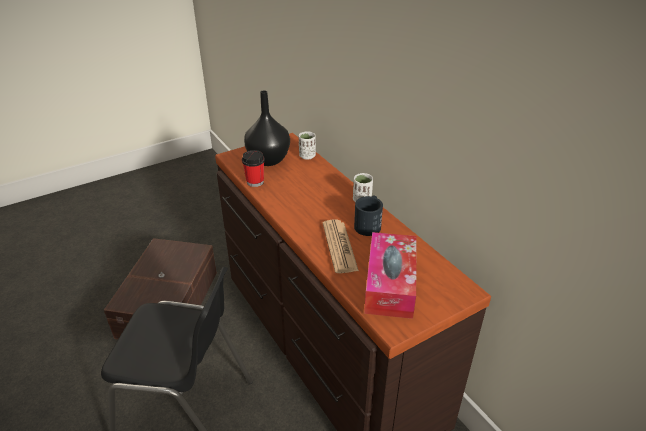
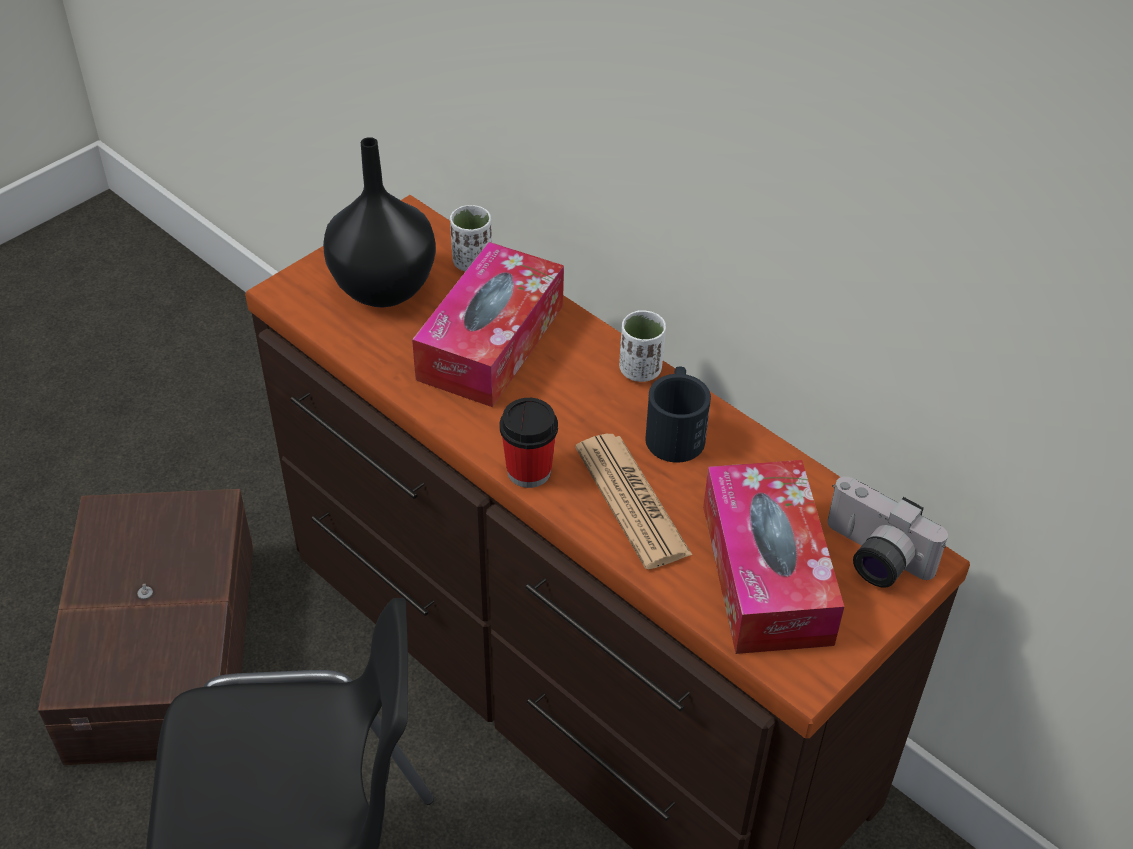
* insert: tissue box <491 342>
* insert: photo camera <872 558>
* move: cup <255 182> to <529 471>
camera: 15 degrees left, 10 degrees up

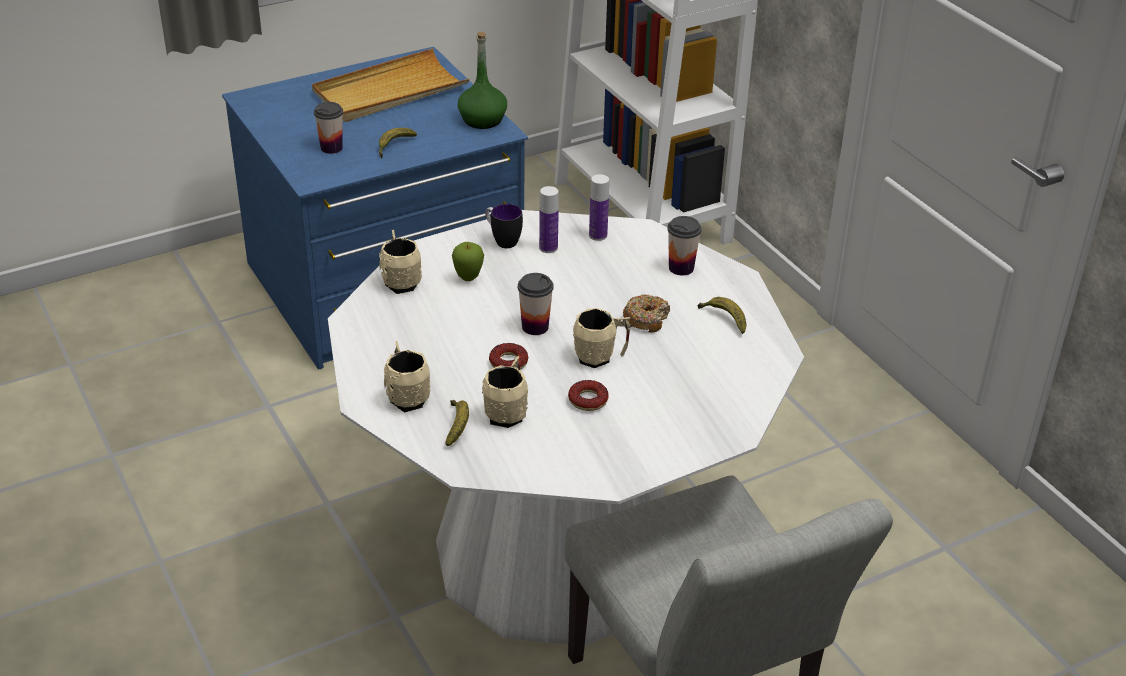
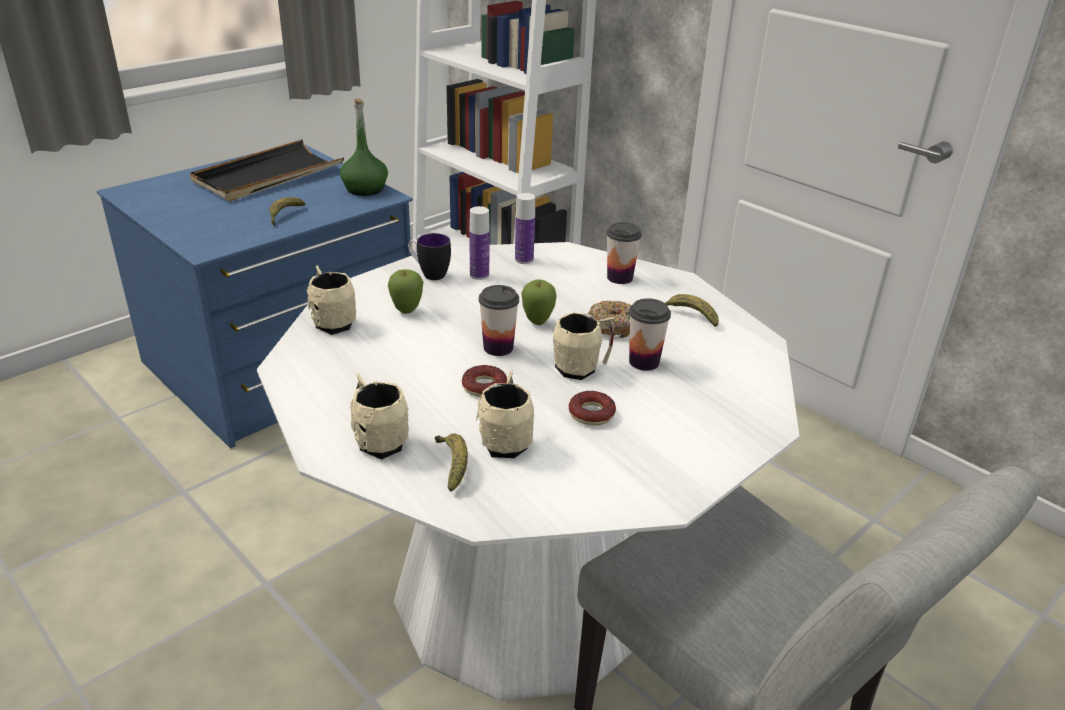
* insert: apple <537 322>
* move: cup <331 148> to <644 362>
* recolor: tray (beige) <389 91> to tray (black) <268 176>
camera: 15 degrees left, 5 degrees down

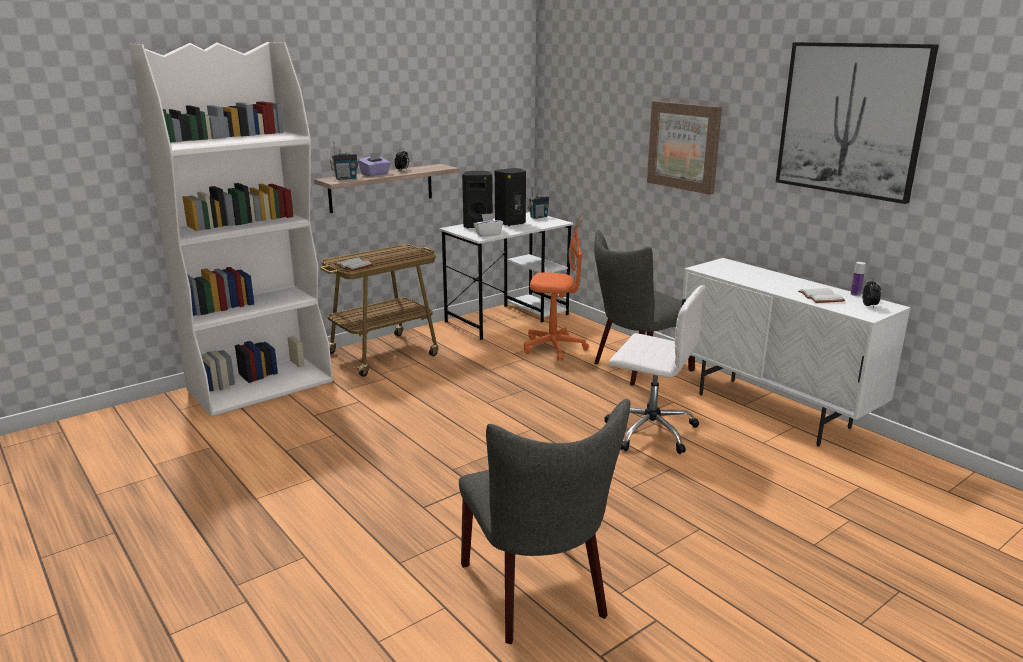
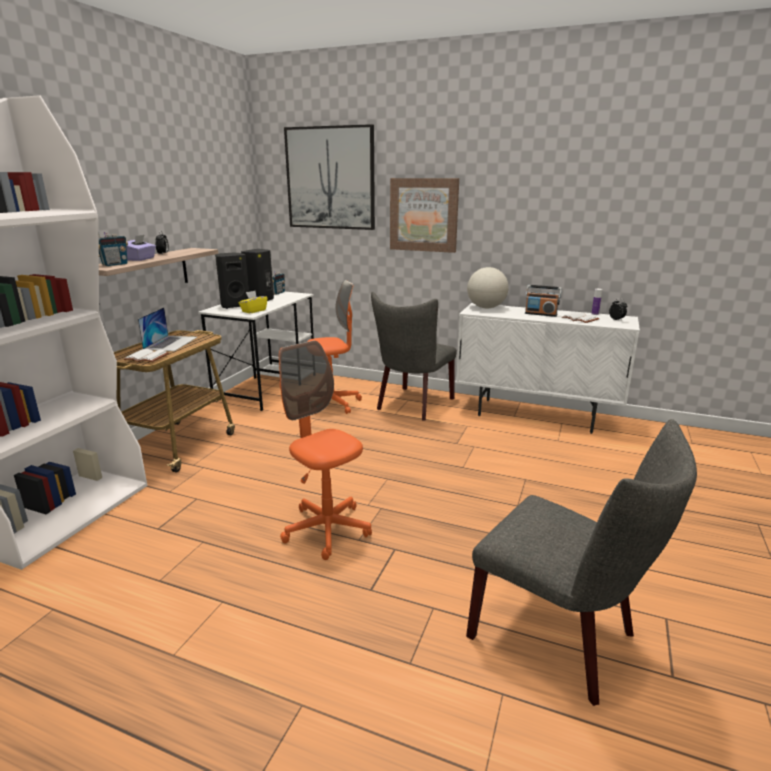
* delete: office chair (white) <649 431>
* insert: laptop <171 343>
* insert: office chair (orange) <326 530>
* insert: globe <486 307>
* insert: radio <541 314>
* move: picture <851 119> to <330 178>
* recolor: tissue box (white) <488 234> to tissue box (yellow) <253 311>
camera: 30 degrees left, 0 degrees up

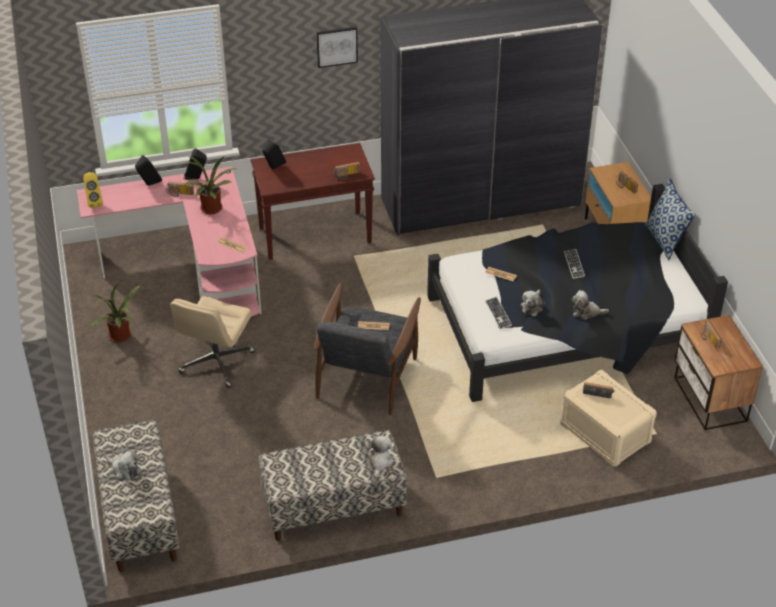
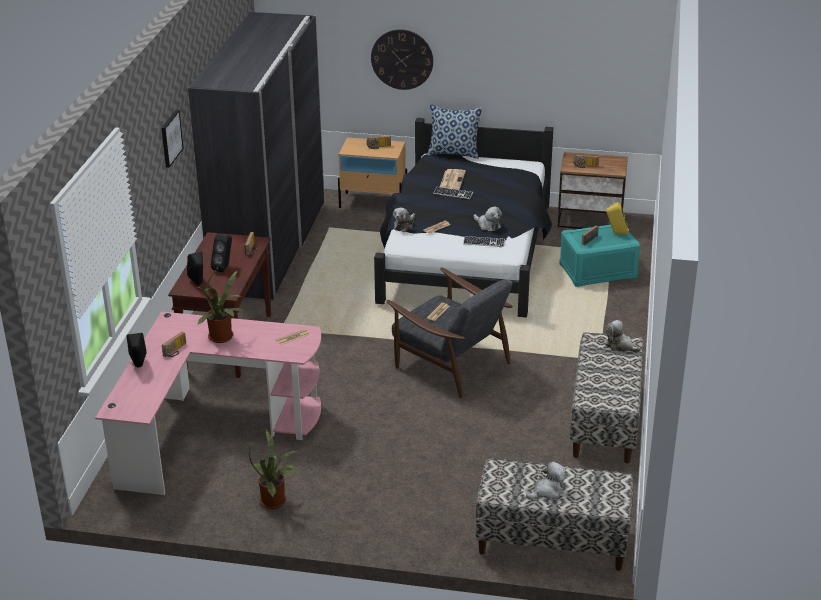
* delete: office chair (beige) <216 363>
* insert: wall clock <402 59>
* insert: newspaper <452 180>
* move: speaker (yellow) <94 202> to <616 233>
* move: speaker (black) <196 178> to <224 268>
* move: plush toy <586 312> to <404 225>
* recolor: storage box (beige) <604 433> to storage box (turquoise) <597 272>
camera: 65 degrees left, 10 degrees down

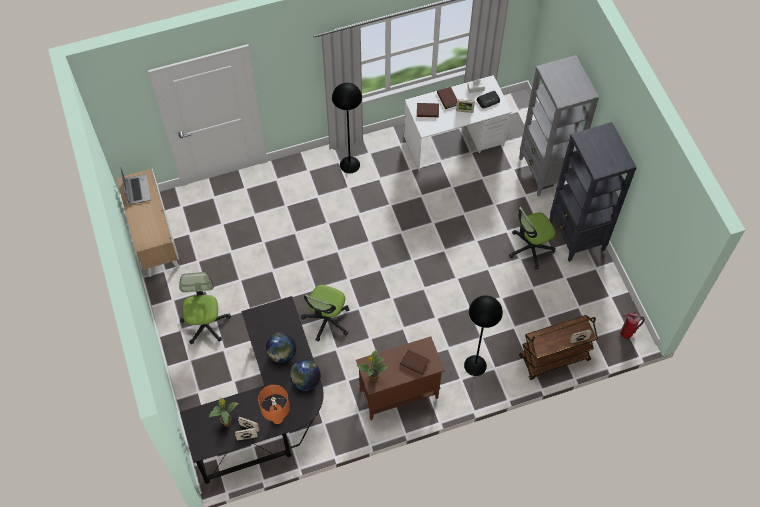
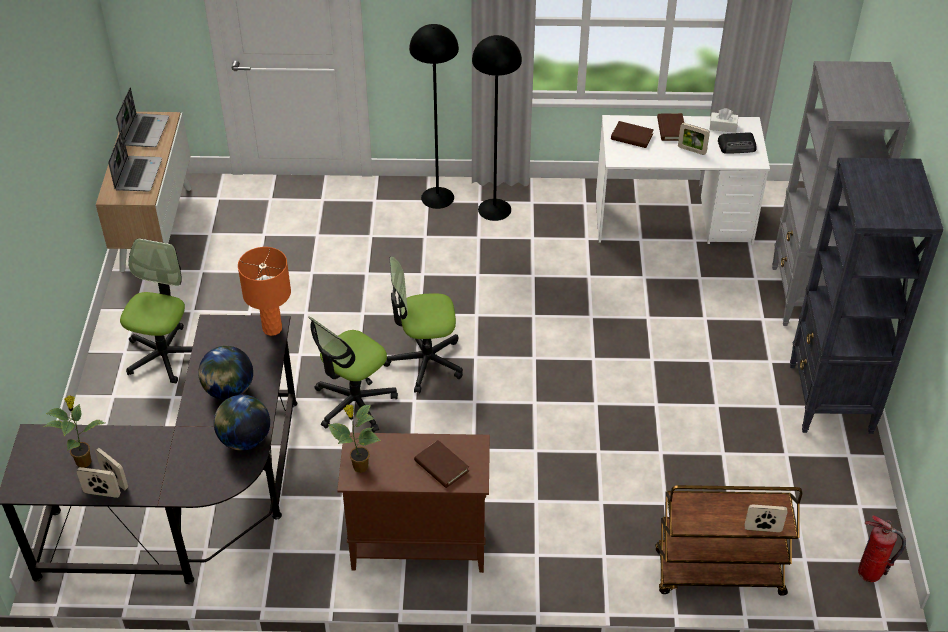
* insert: laptop <138 174>
* move: table lamp (orange) <277 418> to <272 328>
* move: floor lamp (black) <475 365> to <438 197>
* move: office chair <530 248> to <425 361>
camera: 20 degrees right, 15 degrees down

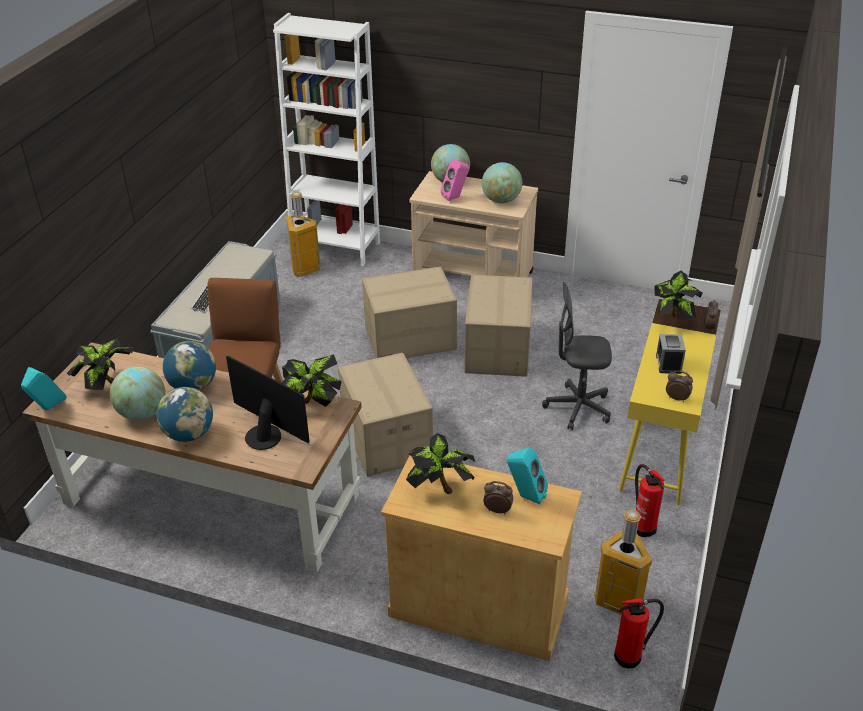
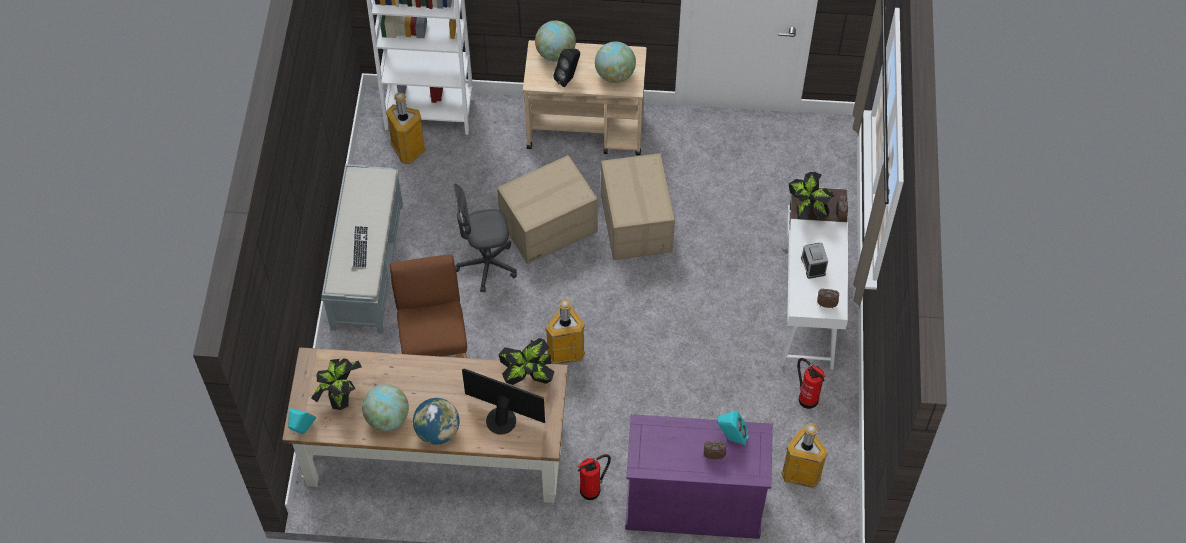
* delete: globe <193 386>
* delete: potted plant <440 488>
* move: office chair (grey) <578 408> to <486 265>
* move: fire extinguisher <630 656> to <592 489>
* replace: cardboard box <385 438> to trash can <565 353>
* recolor: cabinet (beige) <479 606> to cabinet (purple) <693 504>
* recolor: speaker (pink) <455 197> to speaker (black) <568 78>
* recolor: desk (yellow) <661 444> to desk (white) <807 307>
camera: 15 degrees left, 20 degrees up

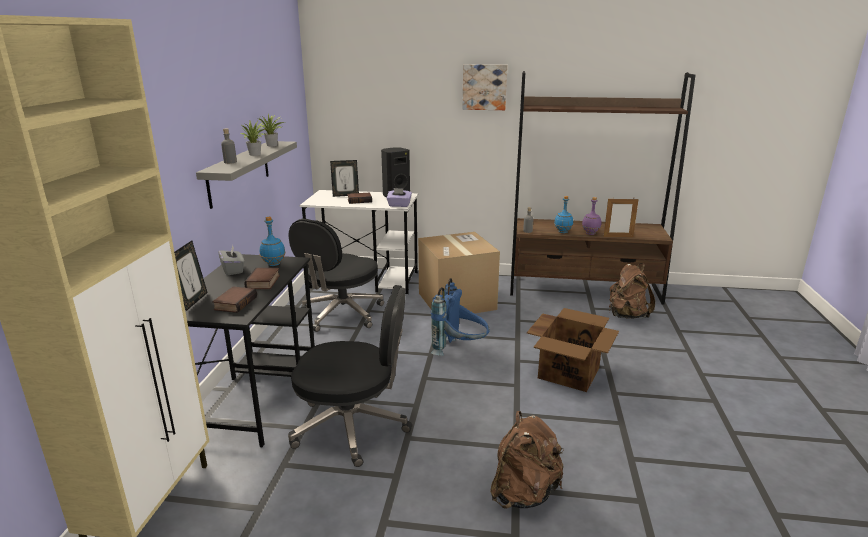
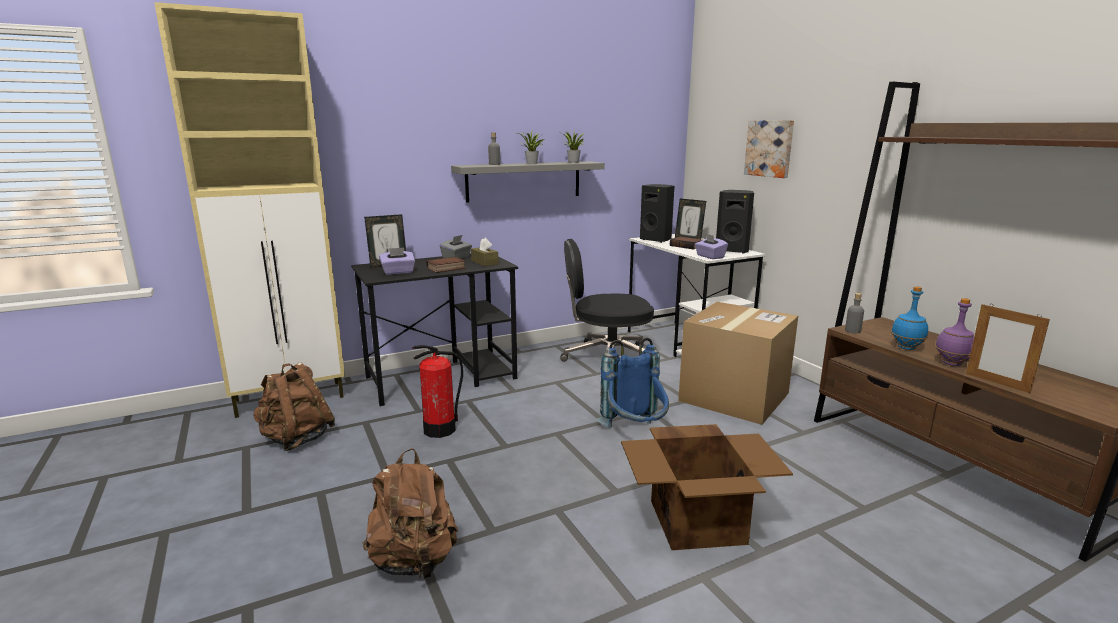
* insert: speaker (black) <656 240>
* move: picture <484 87> to <770 148>
* move: backpack (brown) <627 315> to <296 439>
* replace: book <235 303> to tissue box (purple) <398 272>
* replace: bottle (blue) <273 264> to tissue box (brown) <484 262>
* replace: office chair (black) <353 426> to fire extinguisher <440 429>
camera: 55 degrees right, 5 degrees down

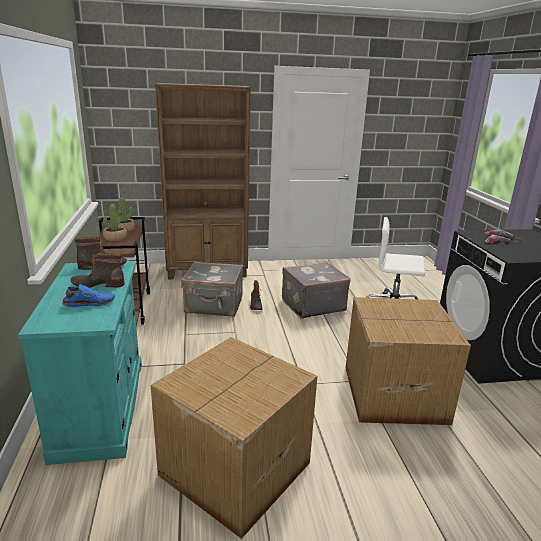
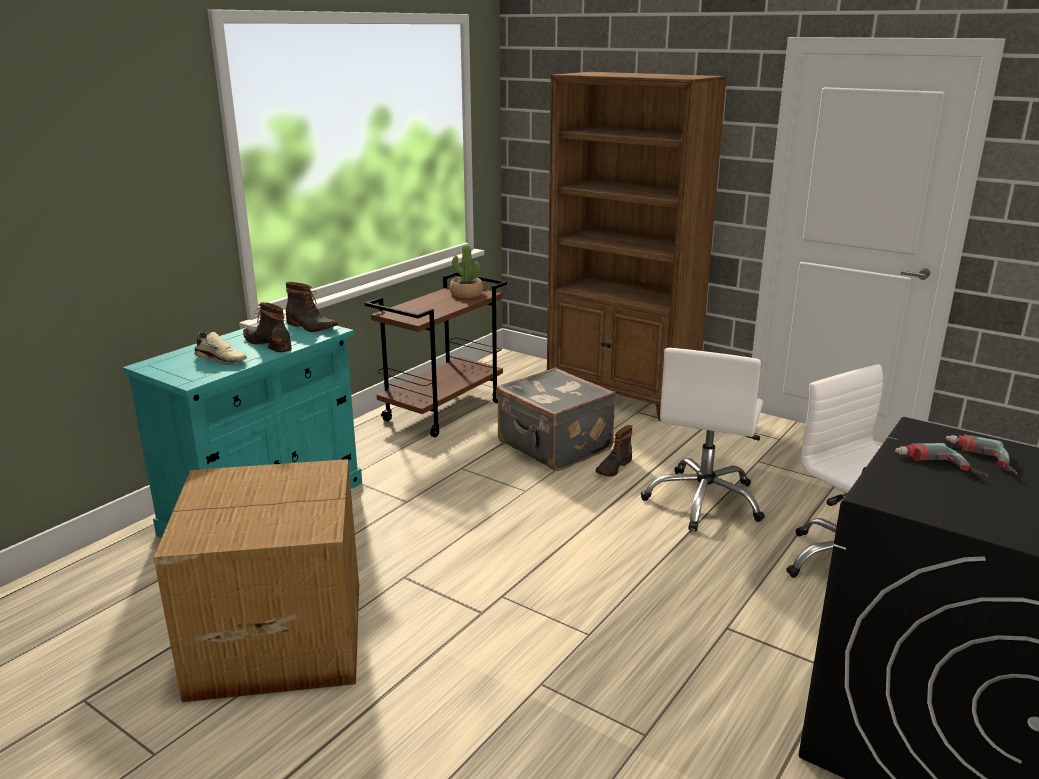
* delete: potted plant <115 238>
* delete: cardboard box <392 393>
* replace: suitcase (grey) <312 305> to office chair (white) <704 501>
* recolor: shoe (blue) <89 303> to shoe (beige) <222 359>
camera: 45 degrees right, 0 degrees up

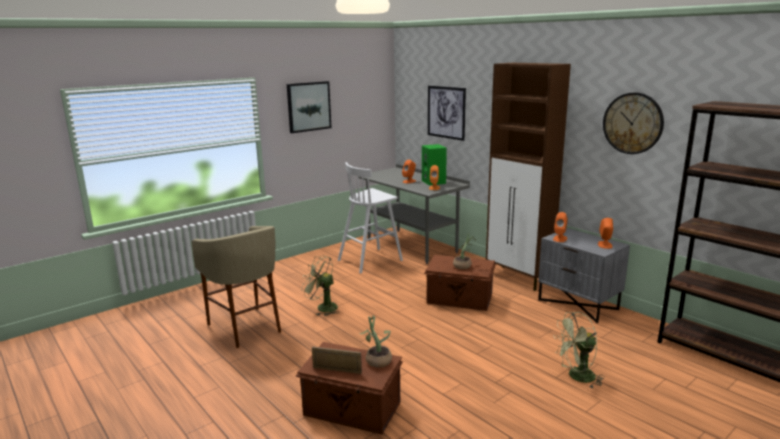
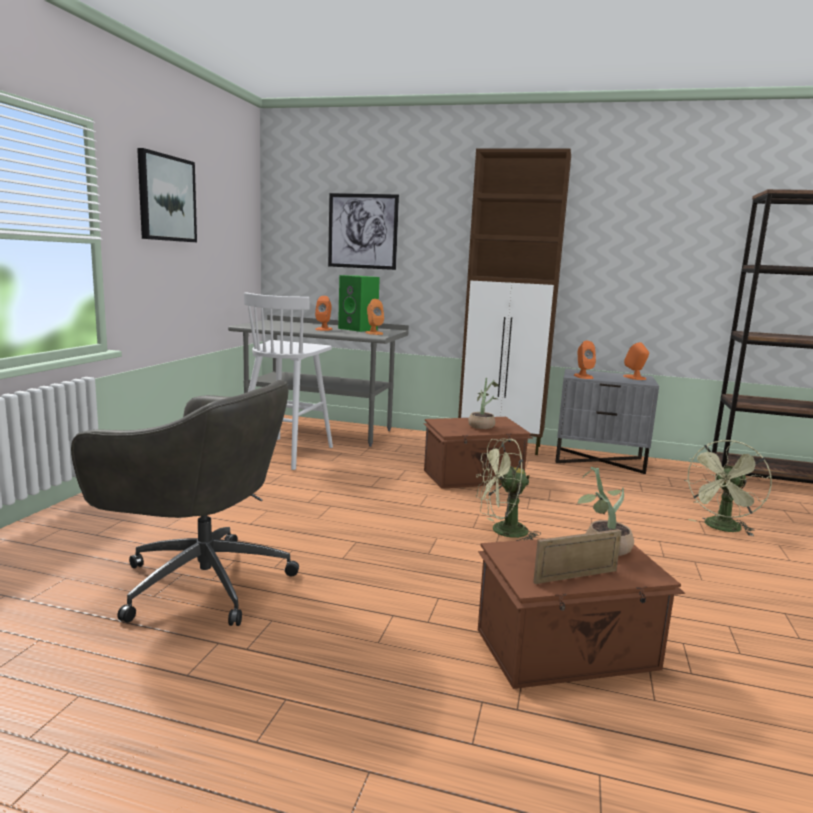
* delete: wall clock <632 123>
* move: fan (green) <322 307> to <502 532>
* replace: stool (beige) <246 327> to office chair (grey) <200 581>
camera: 35 degrees left, 5 degrees down

